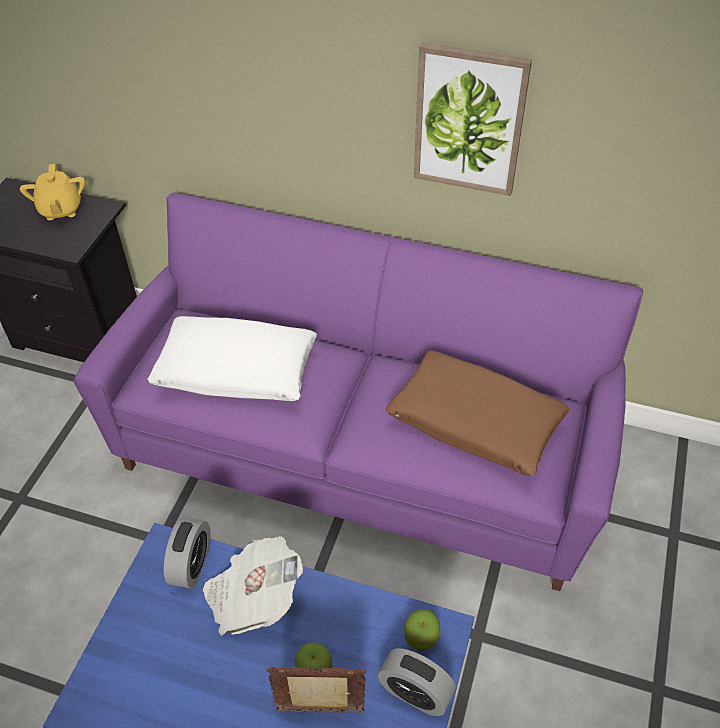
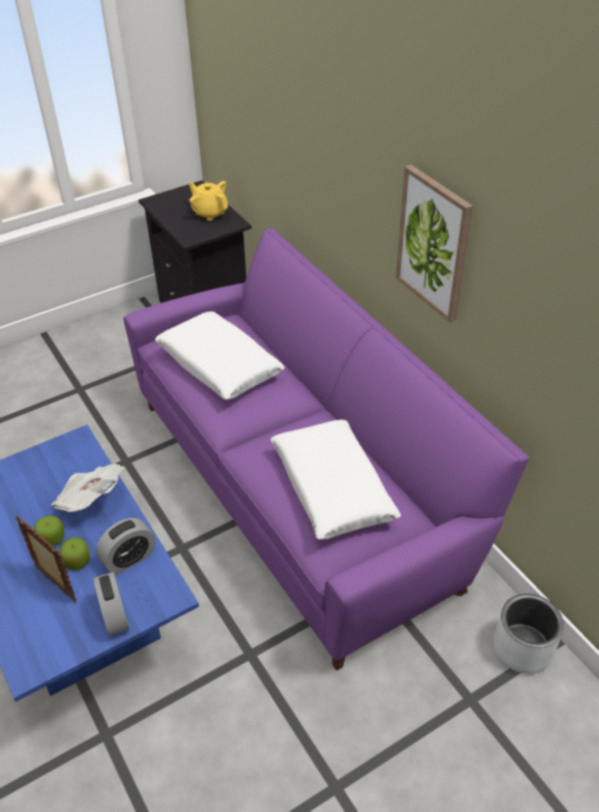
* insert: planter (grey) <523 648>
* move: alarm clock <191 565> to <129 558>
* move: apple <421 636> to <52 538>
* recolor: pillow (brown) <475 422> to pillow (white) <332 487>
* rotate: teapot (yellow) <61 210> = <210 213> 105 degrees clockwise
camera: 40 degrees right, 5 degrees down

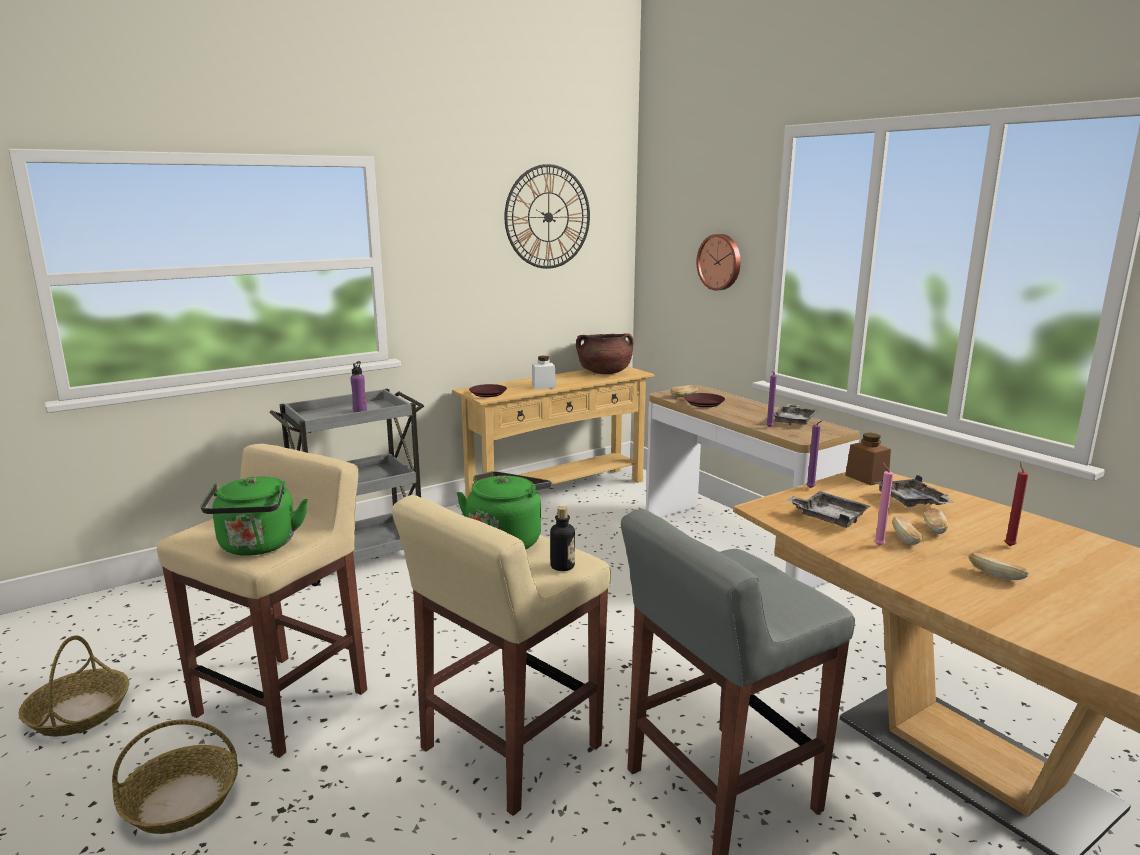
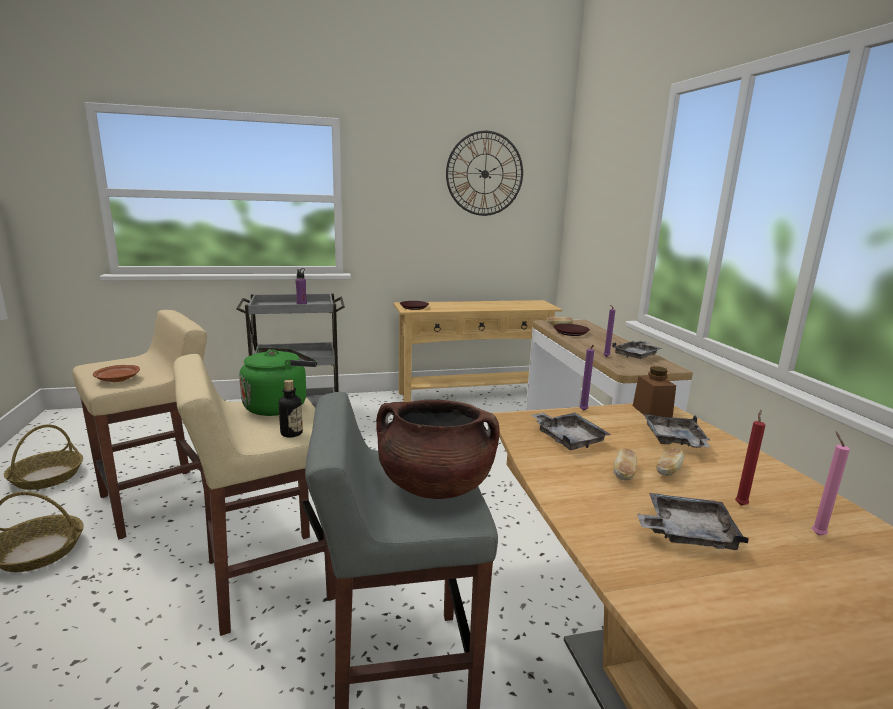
* delete: jar (white) <543 386>
* delete: wall clock <720 262>
* move: cooking pot (brown) <604 373> to <435 486>
* move: candle (pink) <877 545> to <816 534>
* replace: kettle (green) <257 547> to plate (brown) <117 379>
* replace: bread <996 575> to tray (grey) <687 532>
camera: 20 degrees right, 0 degrees up

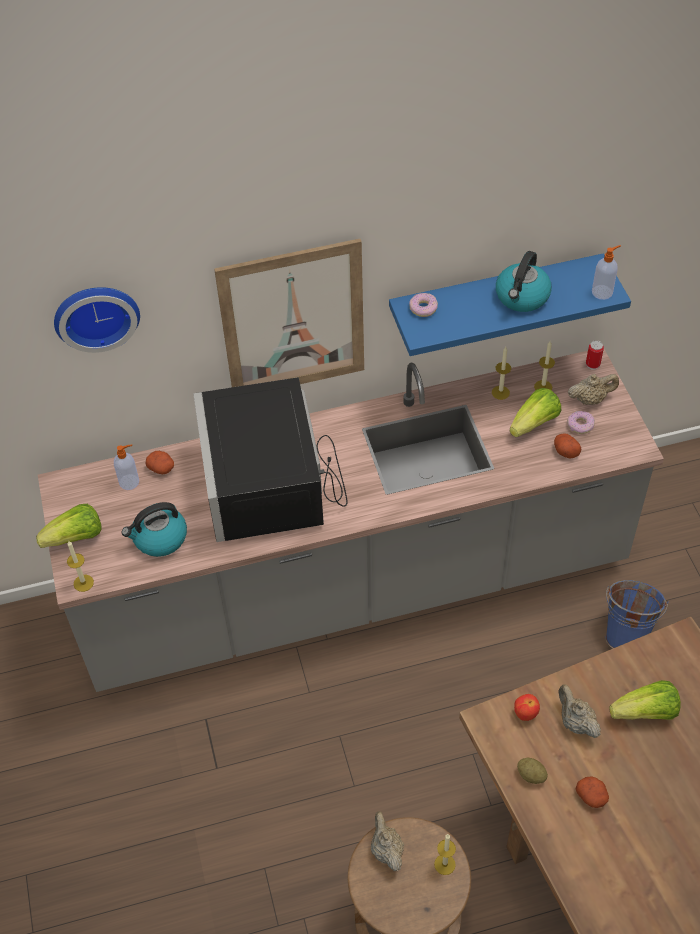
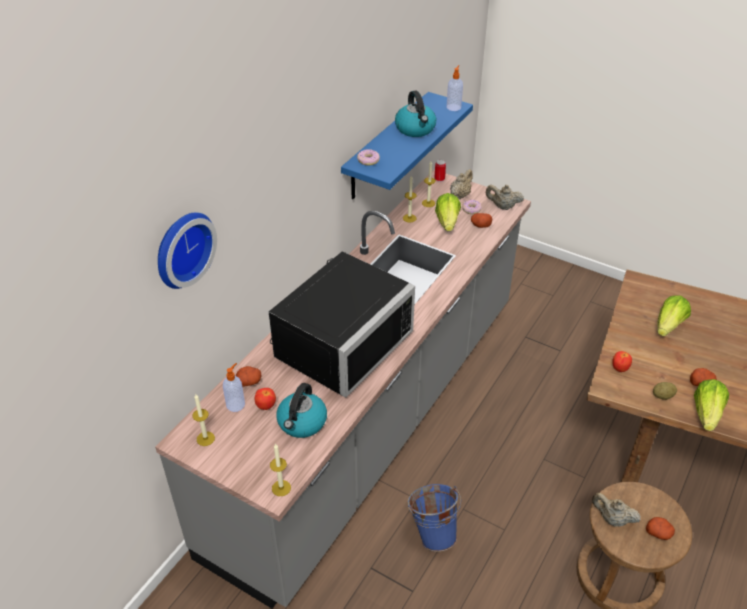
* delete: picture <293 320>
* insert: apple <266 406>
* insert: potato <658 533>
* move: lettuce <76 538> to <706 413>
* move: candle <444 864> to <205 438>
* move: teapot (beige) <575 722> to <503 207>
* move: bucket (blue) <627 632> to <433 532>
* rotate: microwave (black) <273 482> = <337 341> 90 degrees counterclockwise
camera: 45 degrees left, 10 degrees down

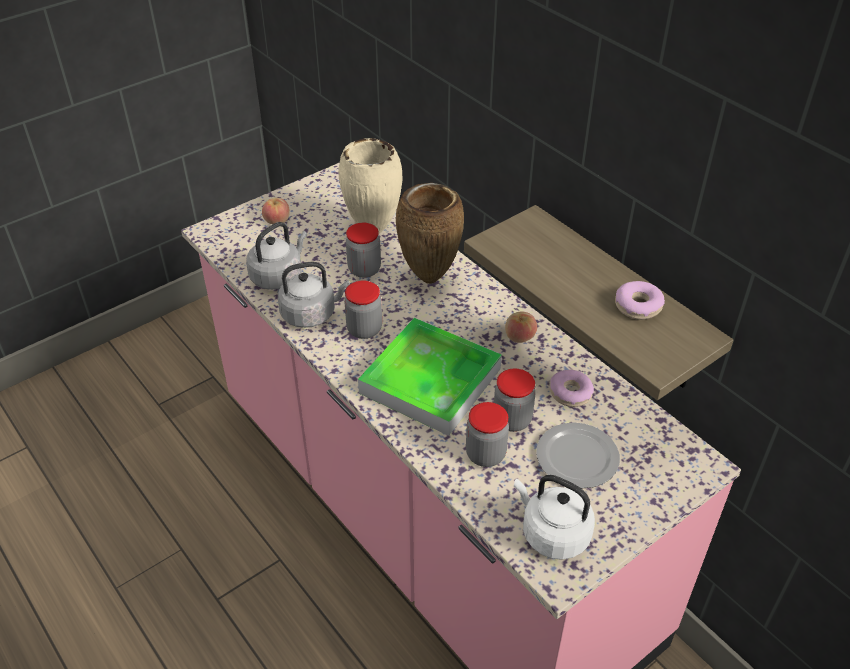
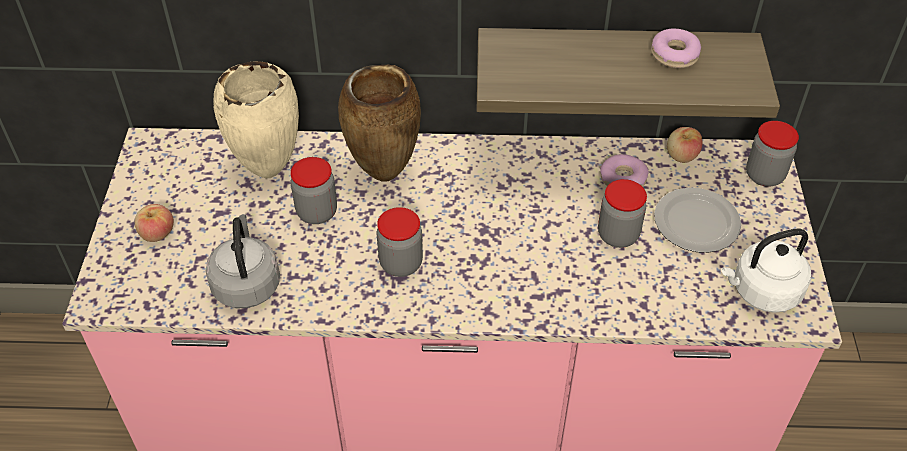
* delete: kettle (grey) <311 314>
* delete: tray <430 381>
* move: jar <485 454> to <764 175>
* move: apple <519 337> to <681 156>
camera: 50 degrees left, 5 degrees up

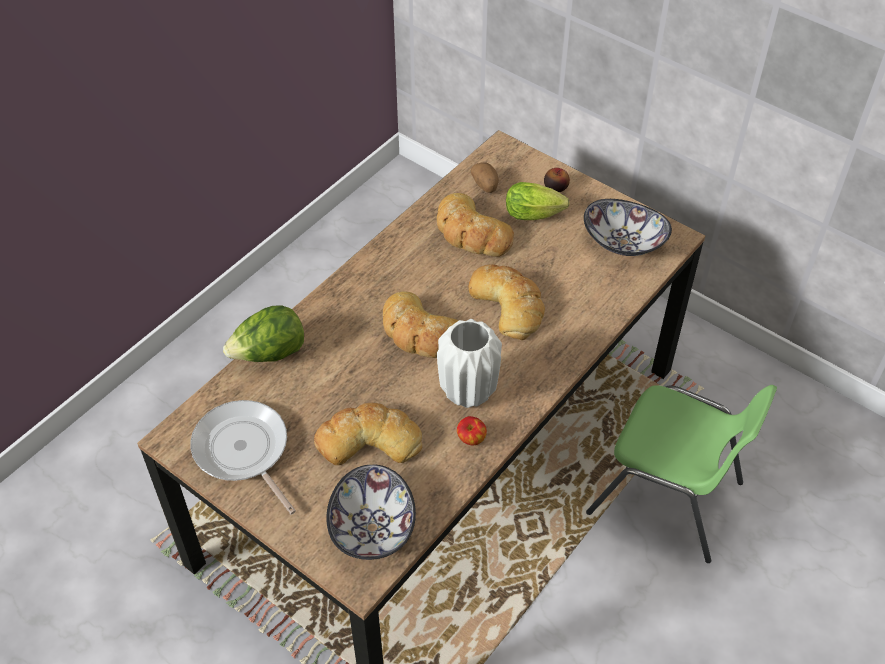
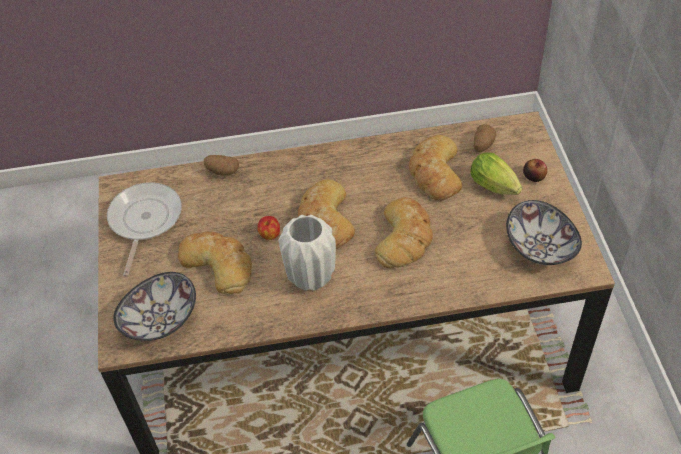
* move: apple <471 439> to <269 235>
* replace: lettuce <269 354> to potato <222 171>
camera: 45 degrees right, 0 degrees up

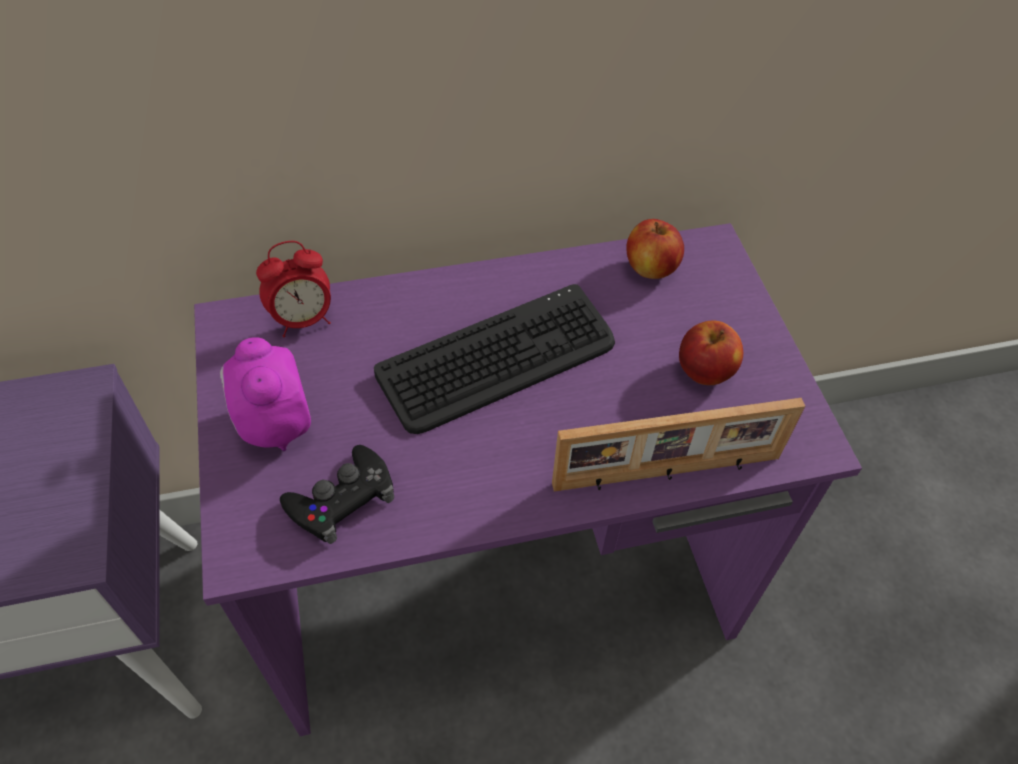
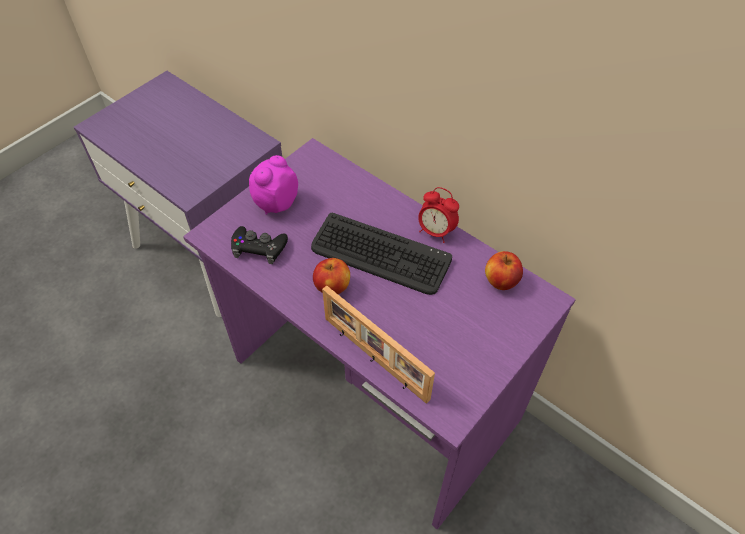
* move: alarm clock <303 320> to <435 232>
* move: apple <704 371> to <332 286>
camera: 55 degrees right, 0 degrees up

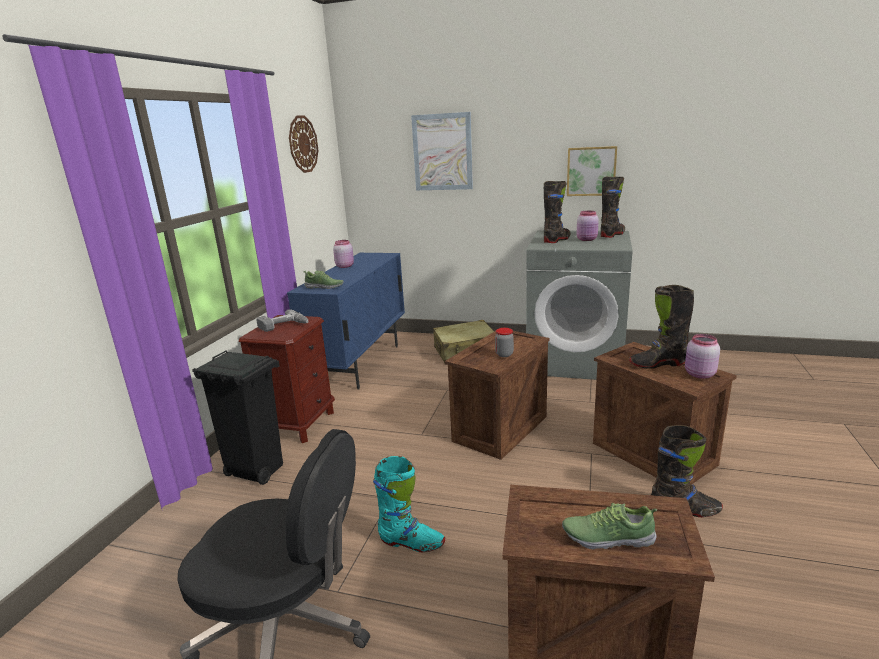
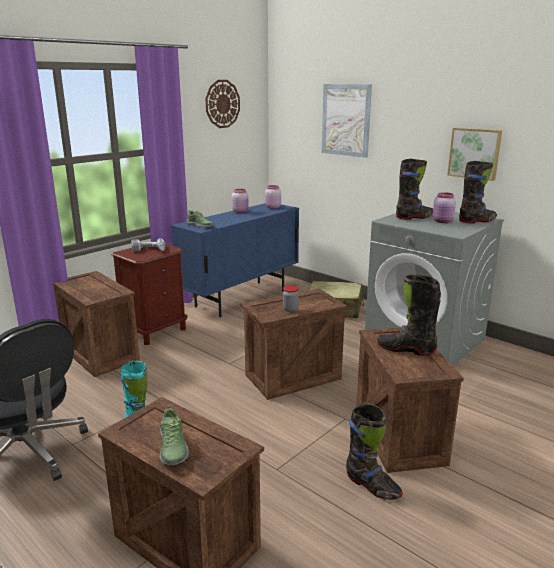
* move: jar (pink) <699 375> to <272 207>
* replace: trash can (black) <255 471> to crate <99 354>
* rotate: shoe <607 537> = <172 448> 135 degrees counterclockwise
camera: 25 degrees right, 0 degrees up

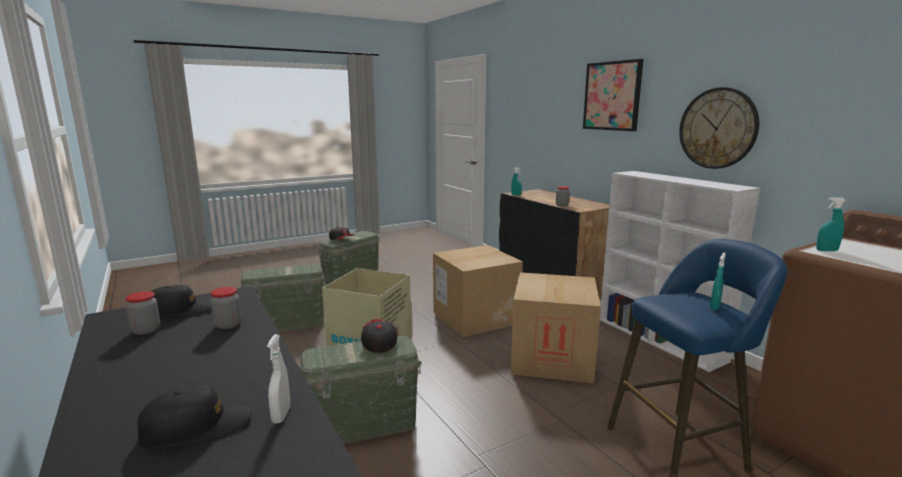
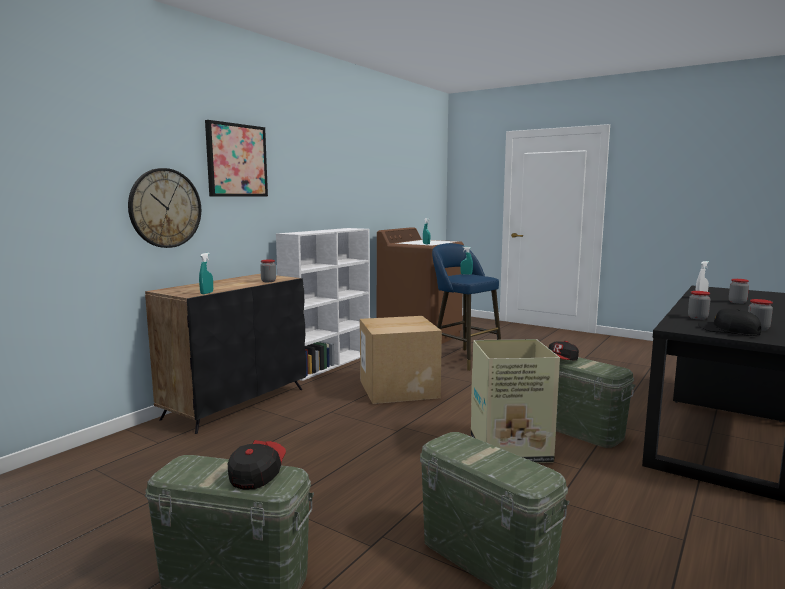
* delete: cardboard box <475 317>
* move: wall clock <718 128> to <165 208>
* replace: cap (black) <197 427> to jar <737 302>
camera: 115 degrees left, 5 degrees down

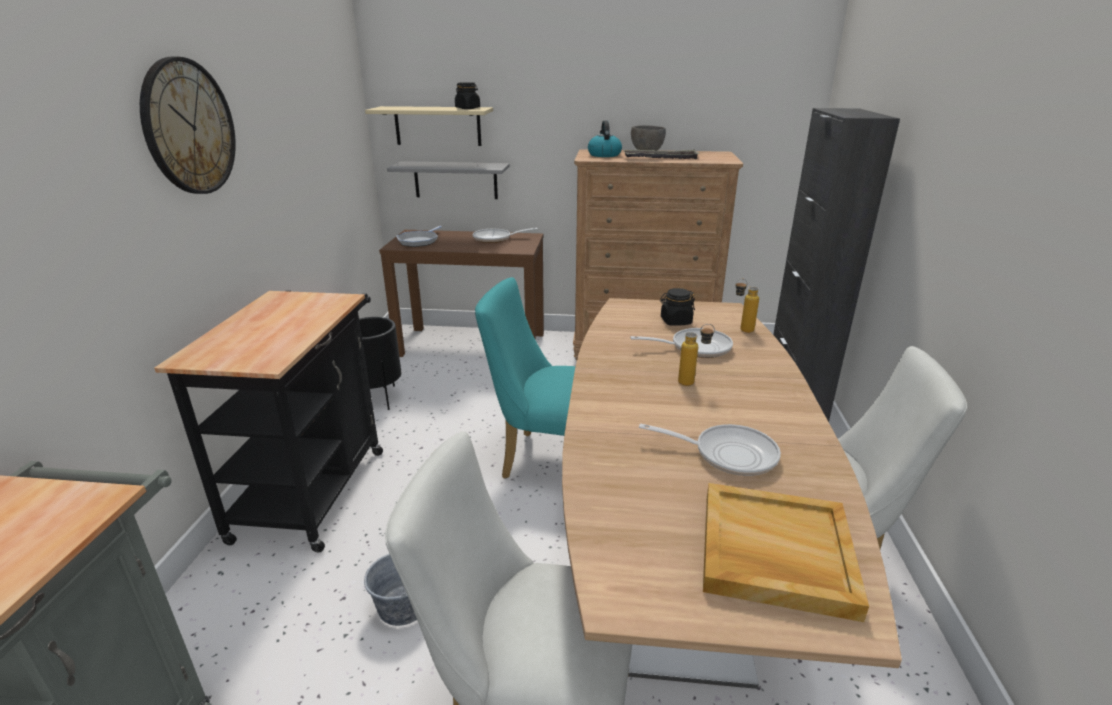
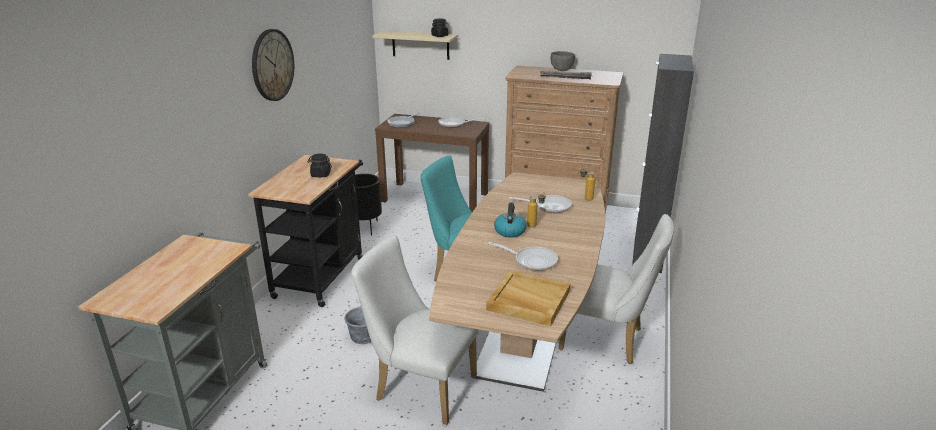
* delete: shelf (grey) <455 180>
* move: kettle <604 155> to <509 231>
* move: jar (black) <675 321> to <320 175>
camera: 10 degrees right, 0 degrees up

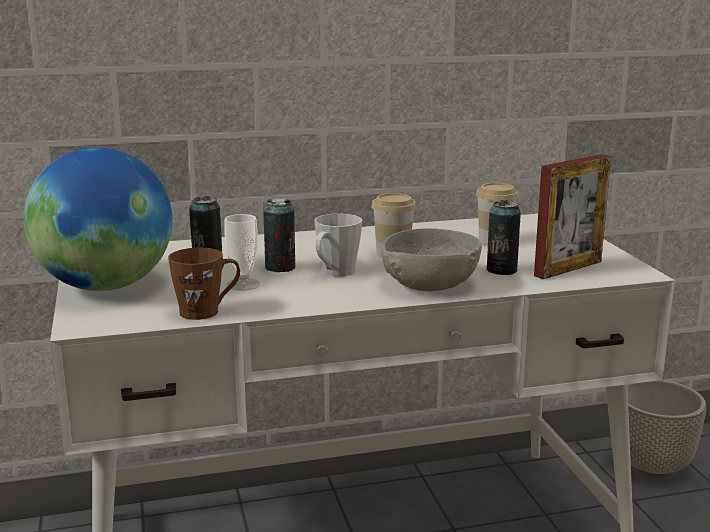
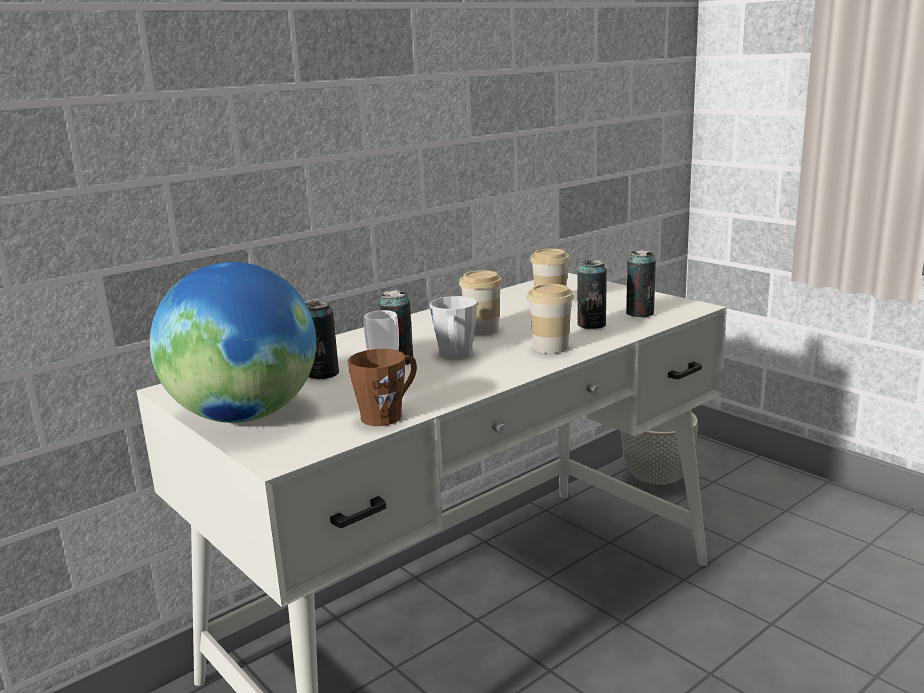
* replace: bowl (grey) <429 283> to cup <550 347>
* replace: picture frame <568 268> to can <640 313>
camera: 25 degrees left, 0 degrees up

